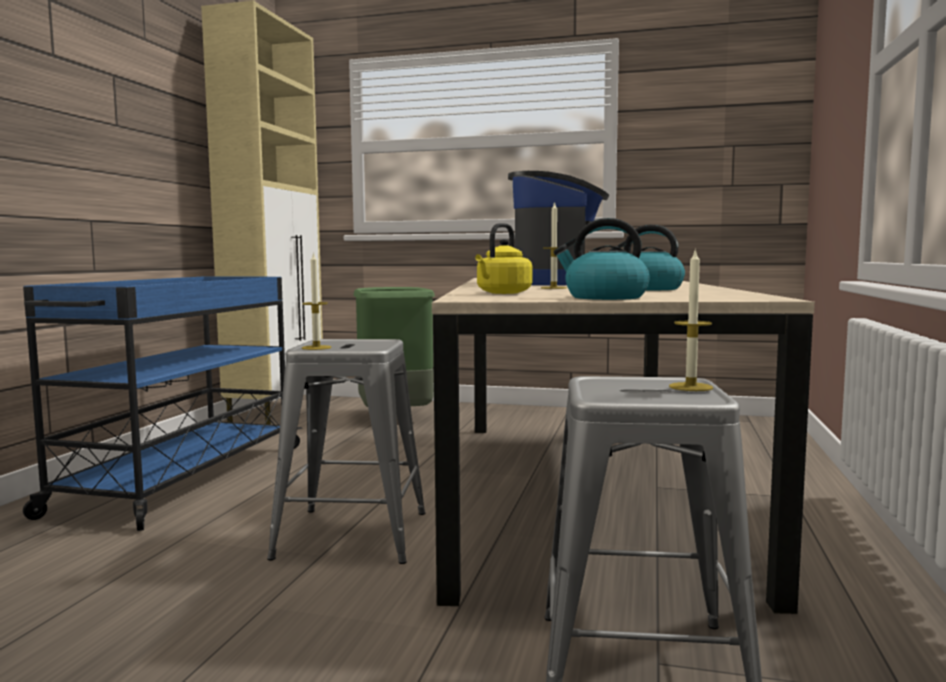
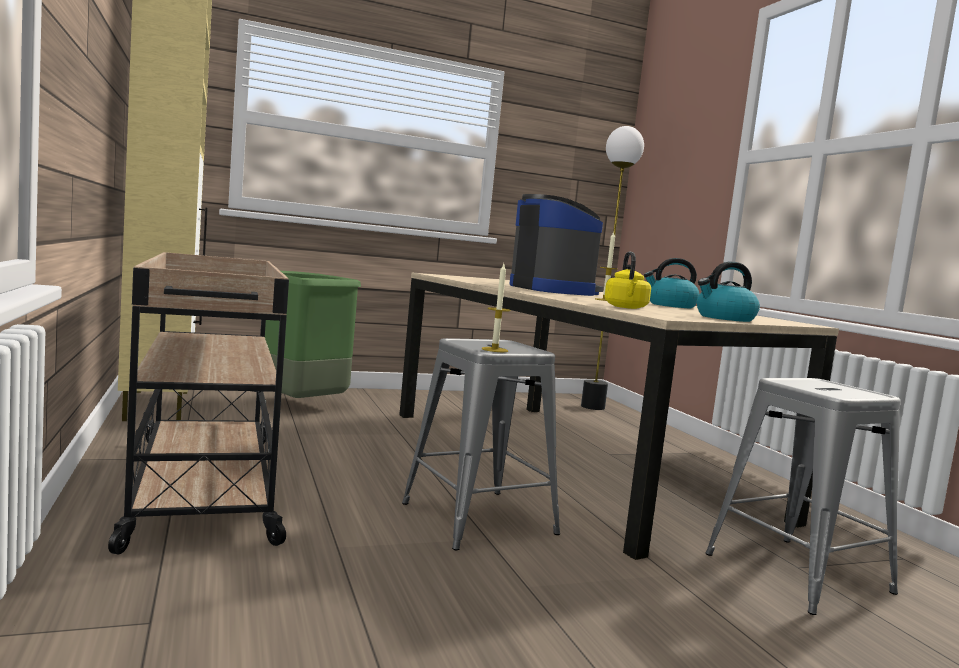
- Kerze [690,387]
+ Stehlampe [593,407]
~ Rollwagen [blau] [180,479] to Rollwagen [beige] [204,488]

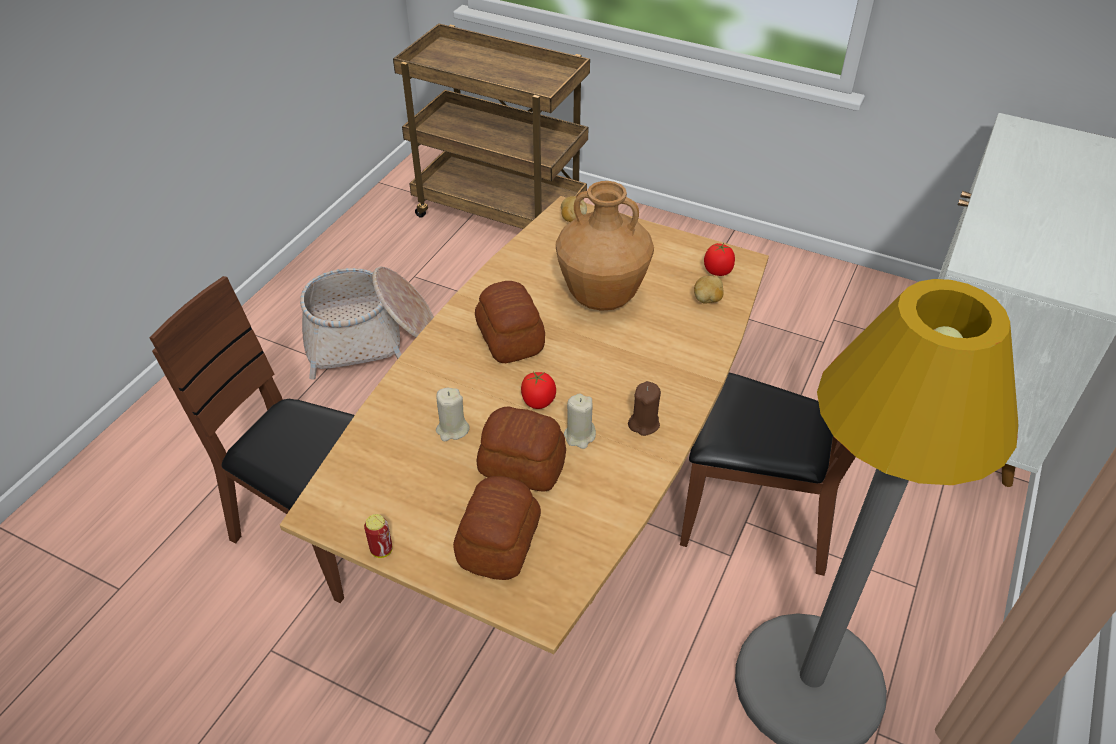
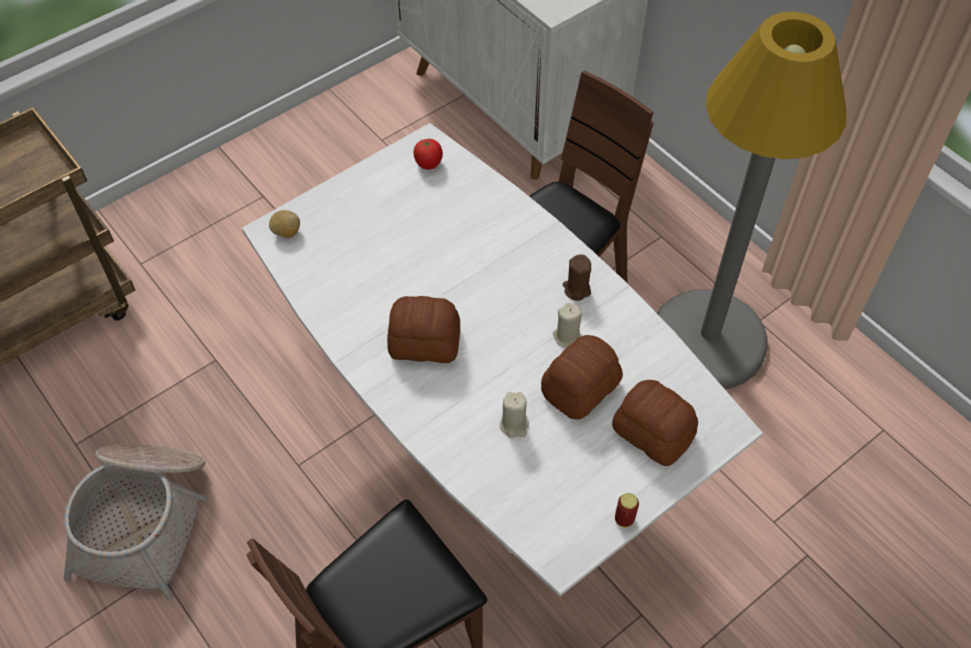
- Tomate [538,402]
- Vase [braun] [603,298]
- Kartoffel [707,300]
~ Esstisch [braun] [557,523] to Esstisch [weiß] [485,440]

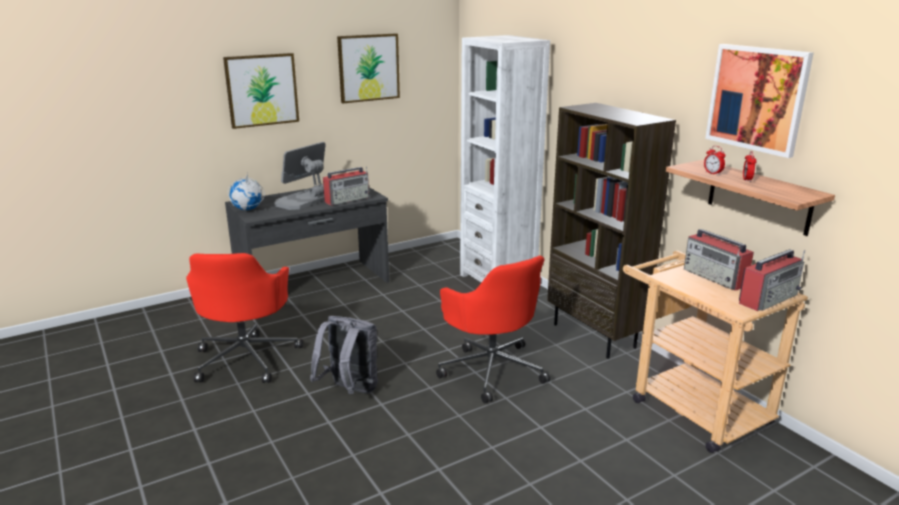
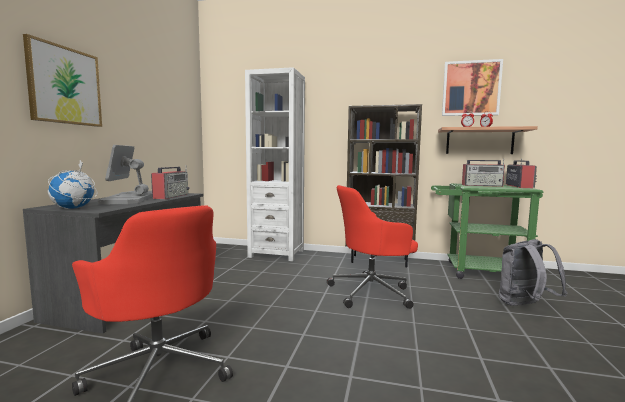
- Bild [368,68]
~ Rucksack [grau] [349,390] to [525,306]
~ Rollwagen [beige] [691,406] to Rollwagen [grün] [477,271]
~ Bürostuhl [rot] [491,369] = [372,292] 150 degrees clockwise

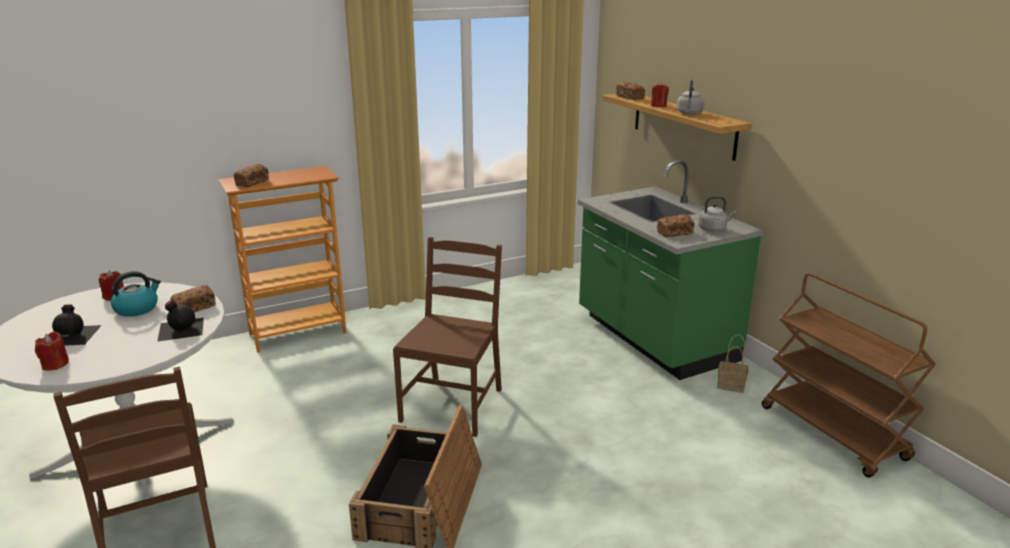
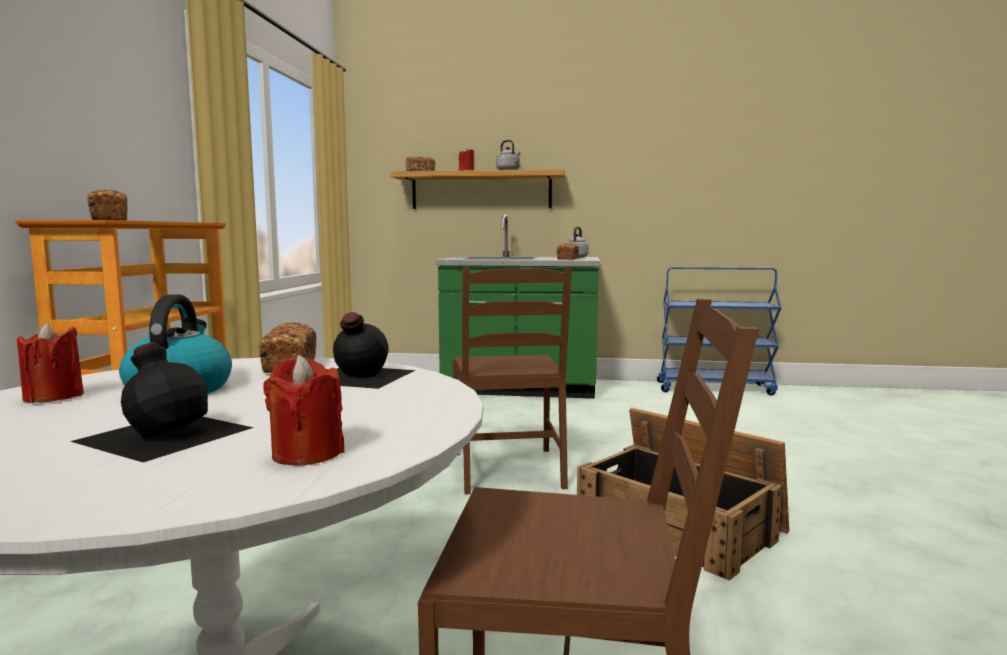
- Korb [732,385]
~ Rollwagen [braun] [834,433] to Rollwagen [blau] [715,388]
~ Stuhl [braun] [452,405] = [509,470] 150 degrees counterclockwise

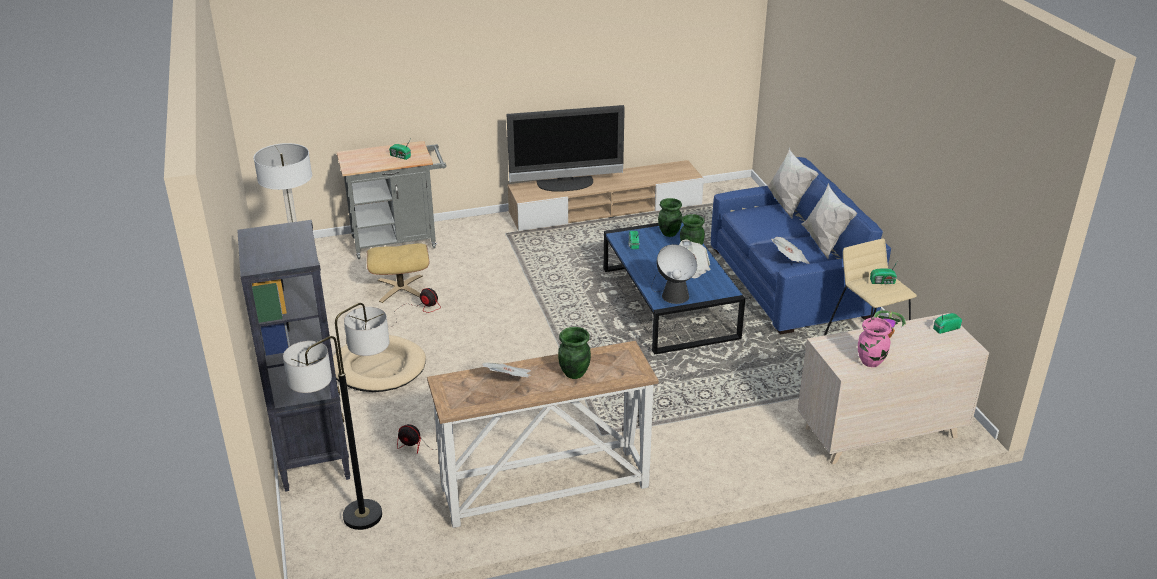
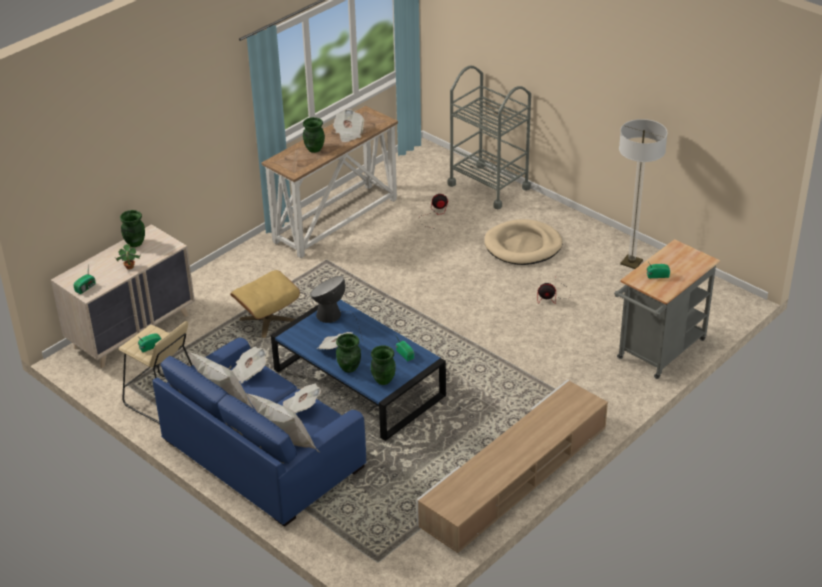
- Stehlampe [362,515]
- Fernseher [566,184]
+ Zeitung [301,407]
~ Polsterhocker [beige] [401,289] to [267,320]
~ Bücherregal [schwarz] [314,458] to Rollwagen [grau] [489,186]
~ Vase [rosa] [871,362] to Vase [grün] [135,243]

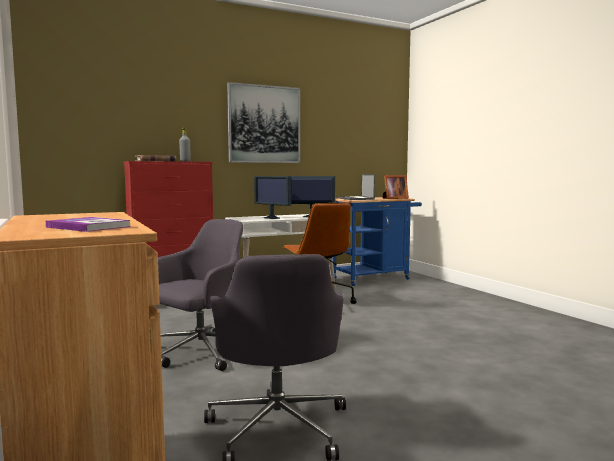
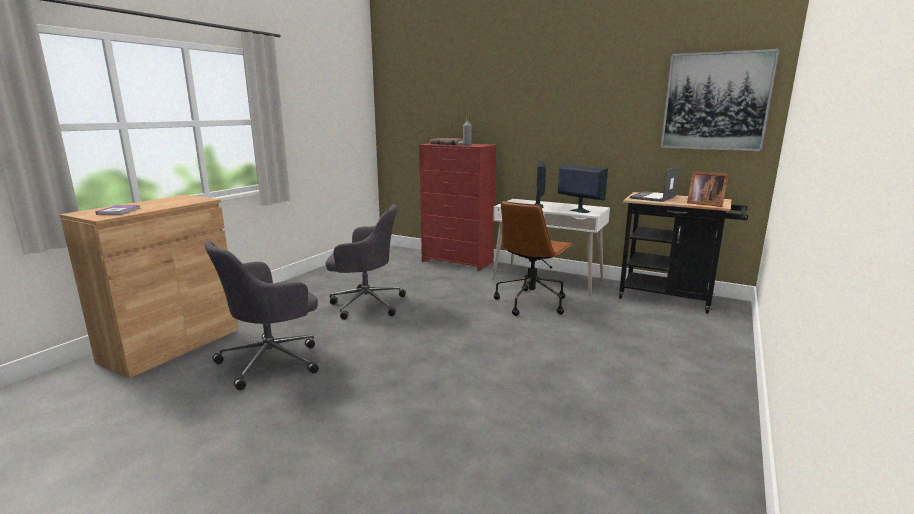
~ Bild [264,124] to [716,101]
~ Rollwagen [blau] [374,278] to Rollwagen [schwarz] [672,298]

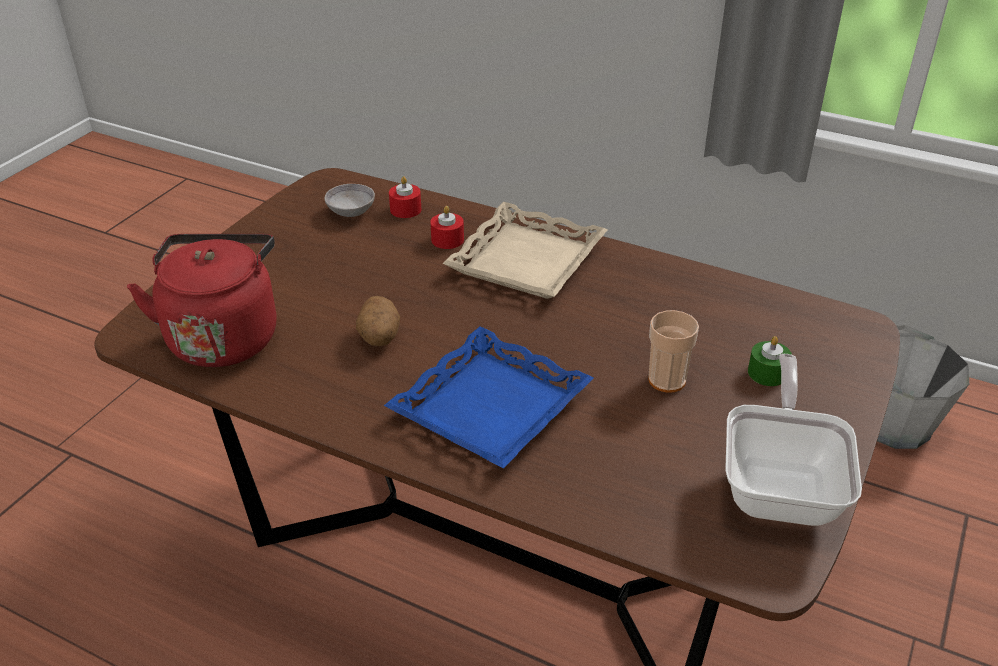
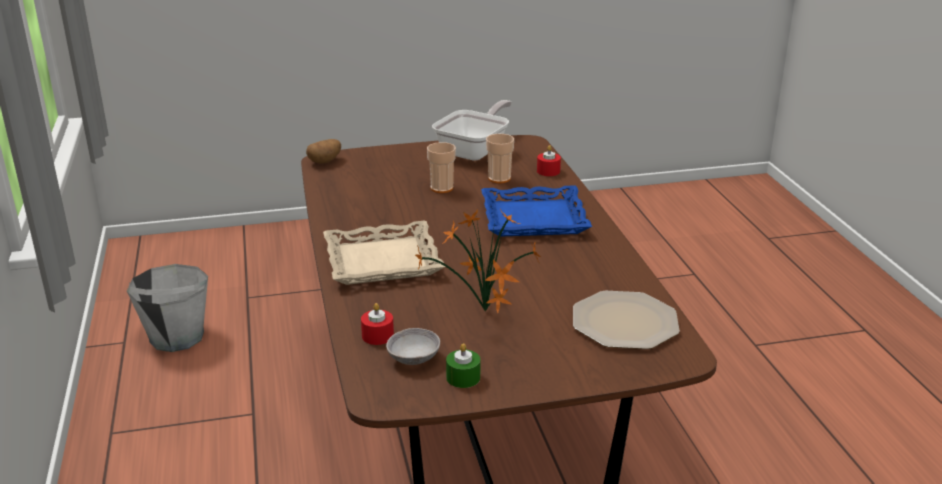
+ Topfpflanze [485,313]
+ Tasse [499,178]
~ Kartoffel [379,338] to [325,161]
~ Kerze [rot] [447,239] to [548,171]
~ Kerze [grün] [767,373] to [463,377]
~ Wasserkessel [rot] [223,336] to Teller [623,322]
~ Pfanne [781,485] = [475,150] 150 degrees clockwise

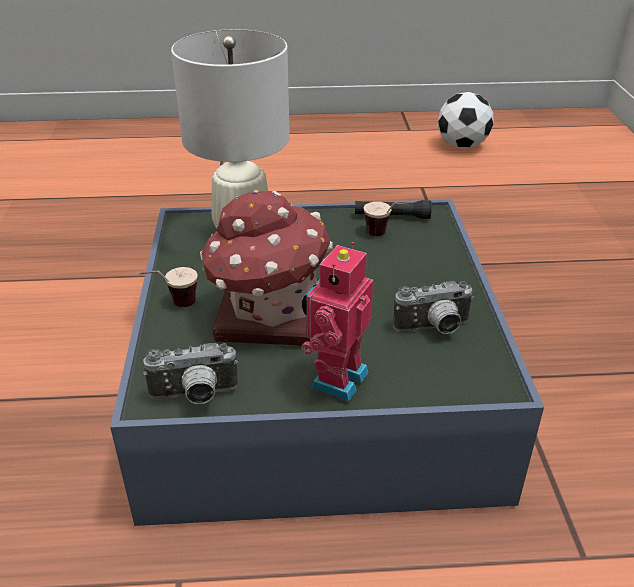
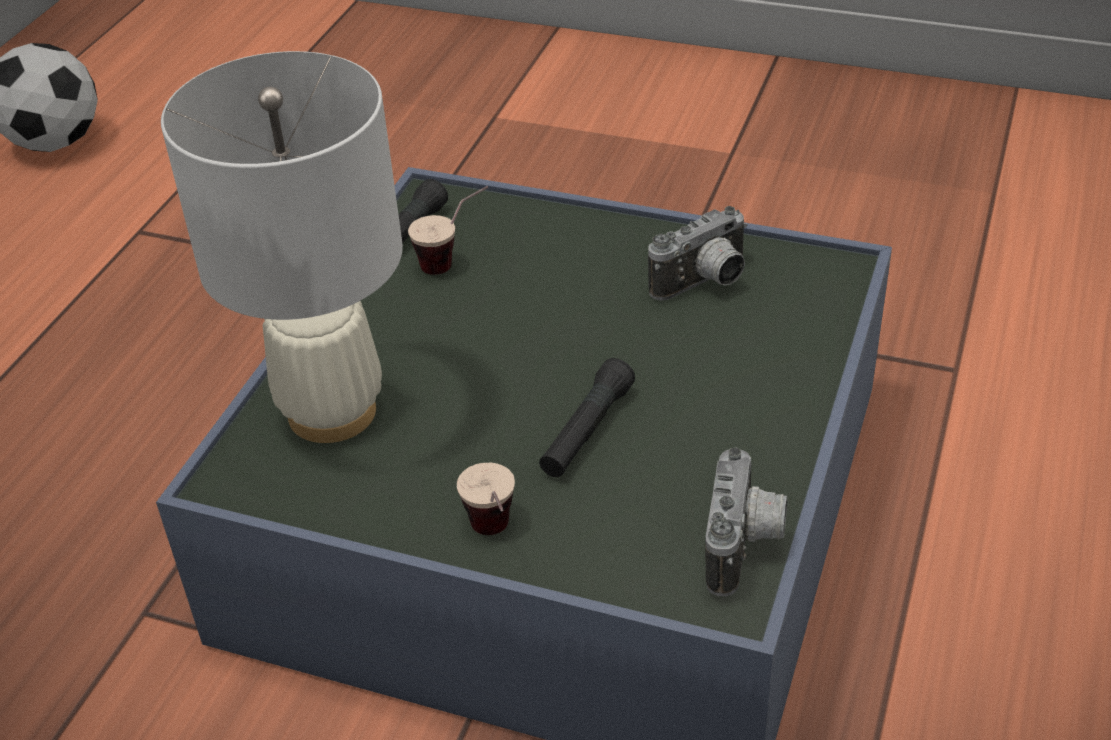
- Spielzeugroboter [336,378]
~ Spielzeughaus [269,316] to Taschenlampe [schwarz] [586,431]
~ Kamera [434,329] = [705,284] 45 degrees clockwise

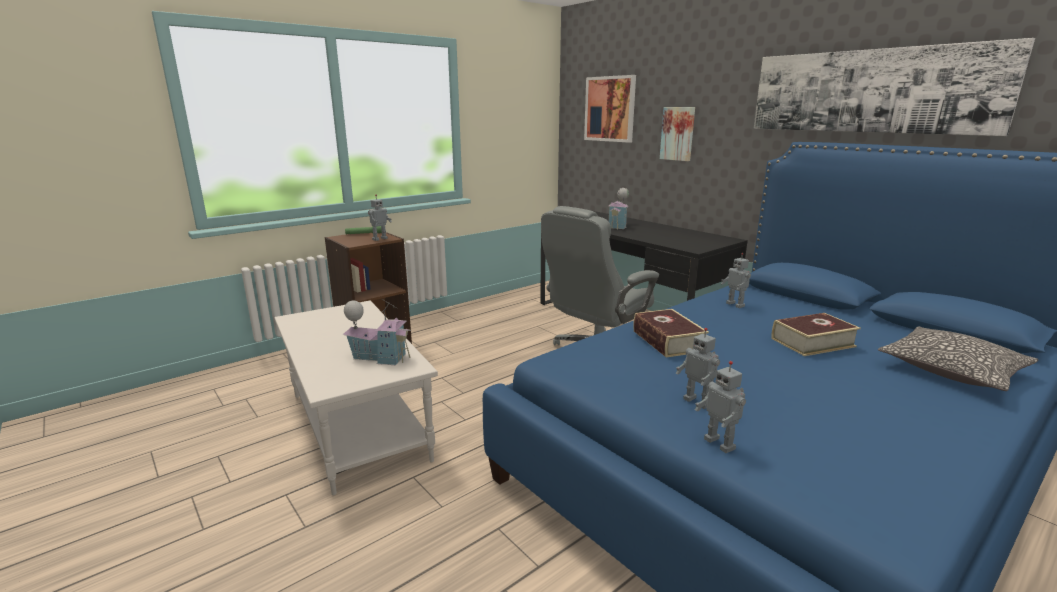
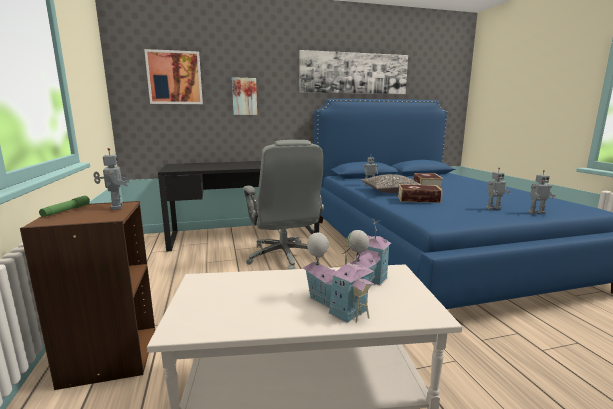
~ Spielzeughaus [618,226] to [337,306]
~ Kissen [952,370] to [390,191]

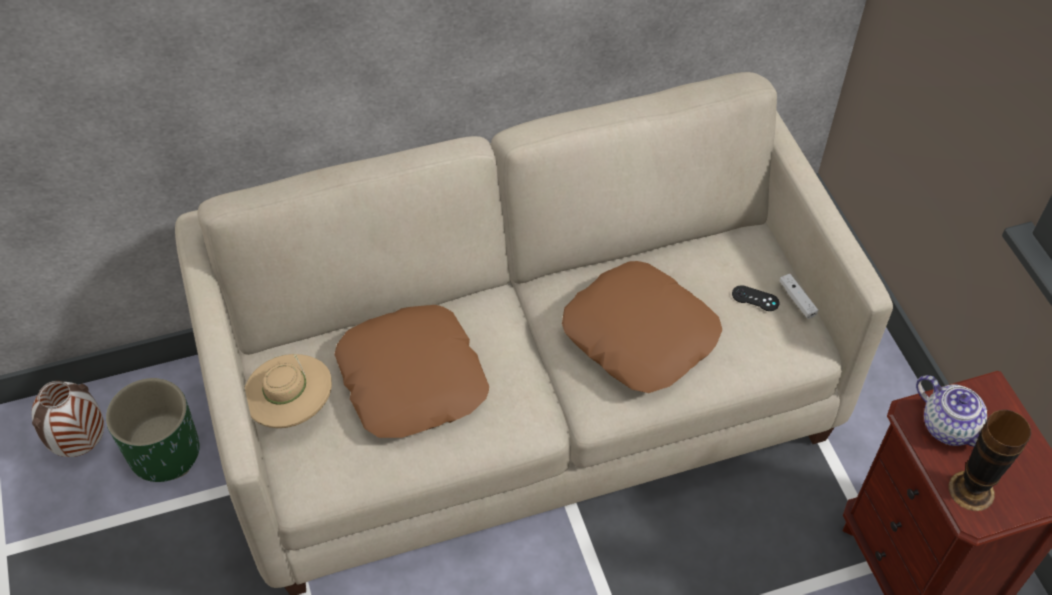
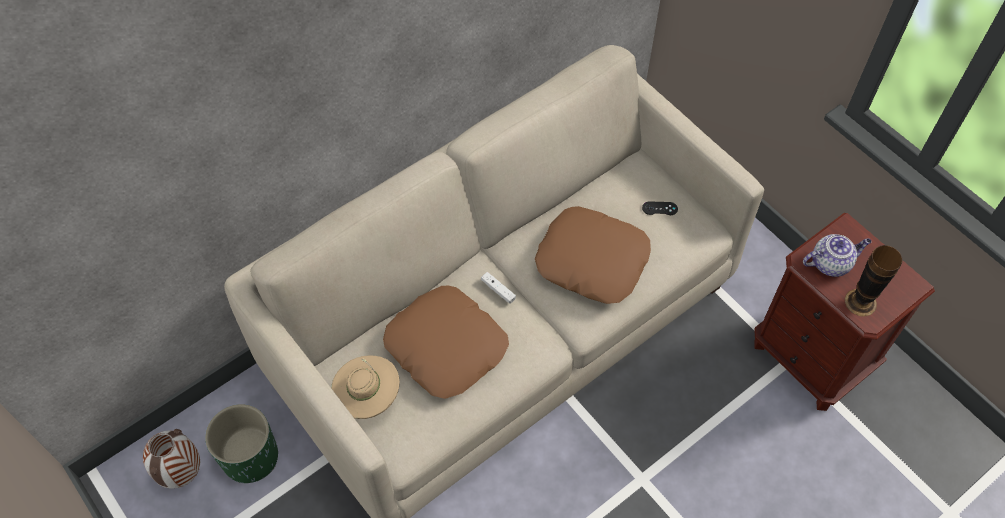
~ Gamepad [weiß] [797,300] to [498,290]
~ Teekanne [950,428] = [831,263] 45 degrees counterclockwise

